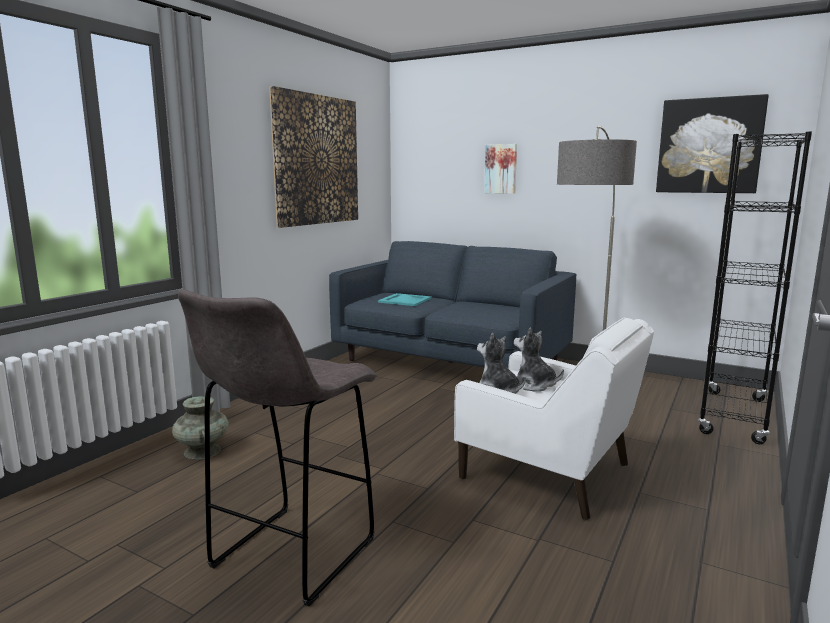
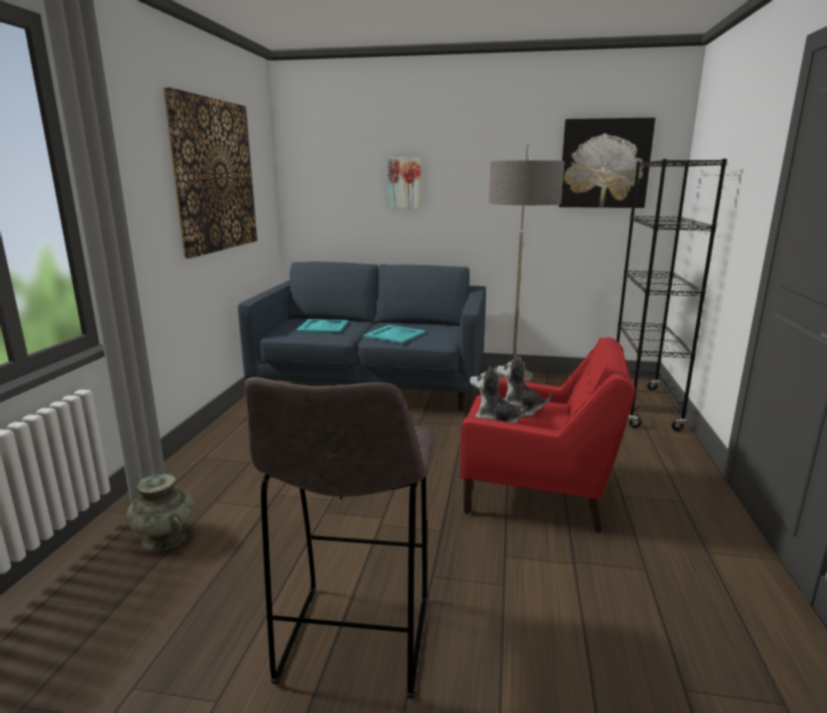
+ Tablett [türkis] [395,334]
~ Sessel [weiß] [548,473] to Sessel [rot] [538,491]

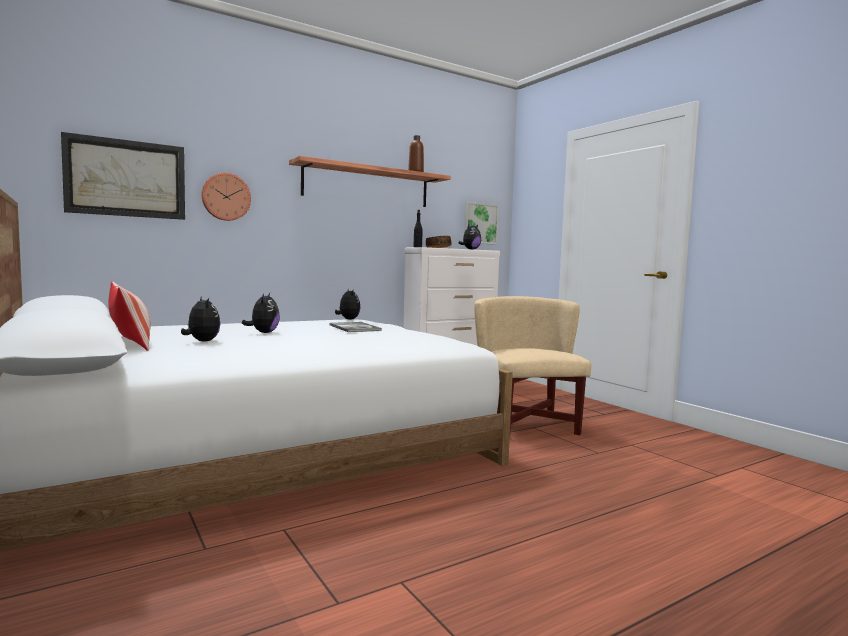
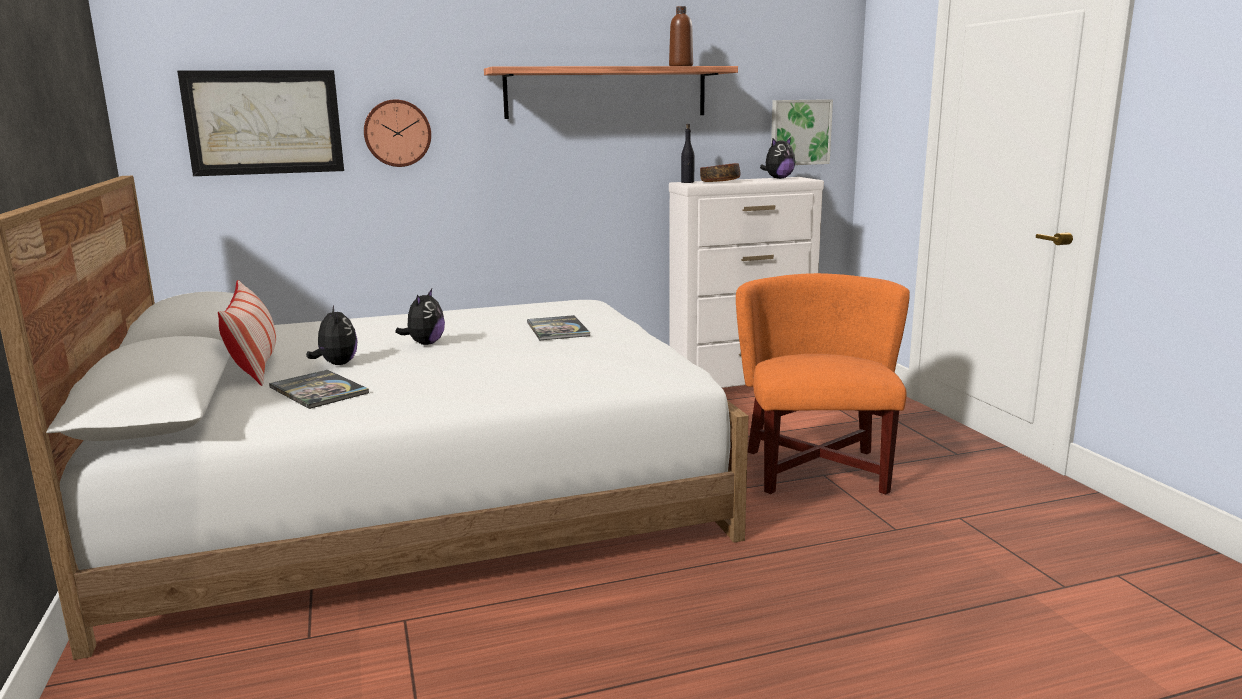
- Plüschtier [348,319]
+ Buch [319,390]
~ Sessel [beige] [527,425] to Sessel [orange] [817,471]

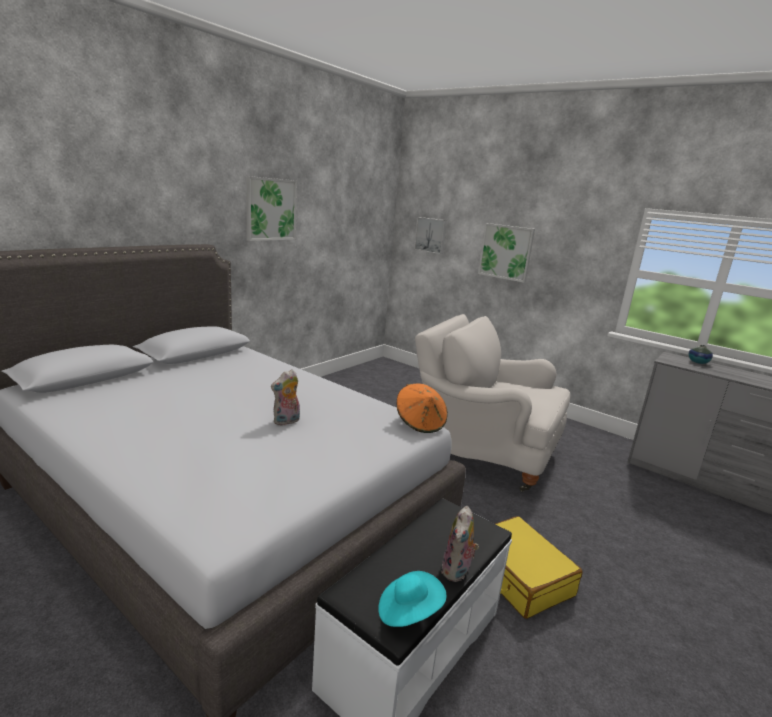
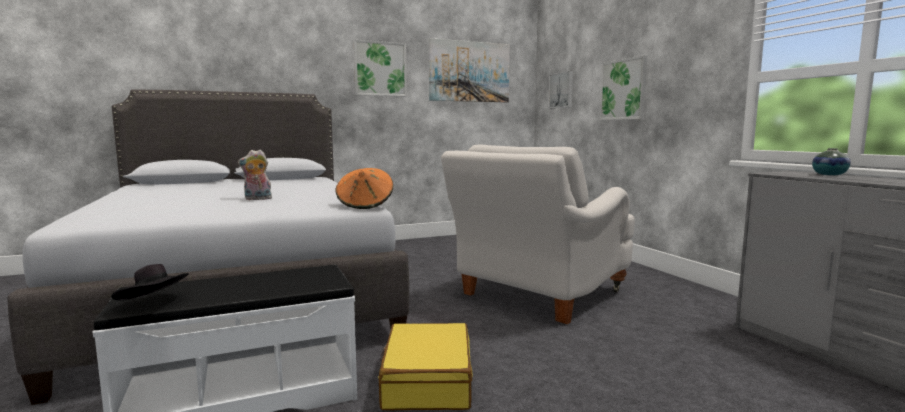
- Plüschtier [457,571]
+ Bild [469,71]
~ Hut [türkis] [408,611] to Hut [schwarz] [154,303]
~ Sessel [weiß] [483,452] = [537,295] 105 degrees counterclockwise

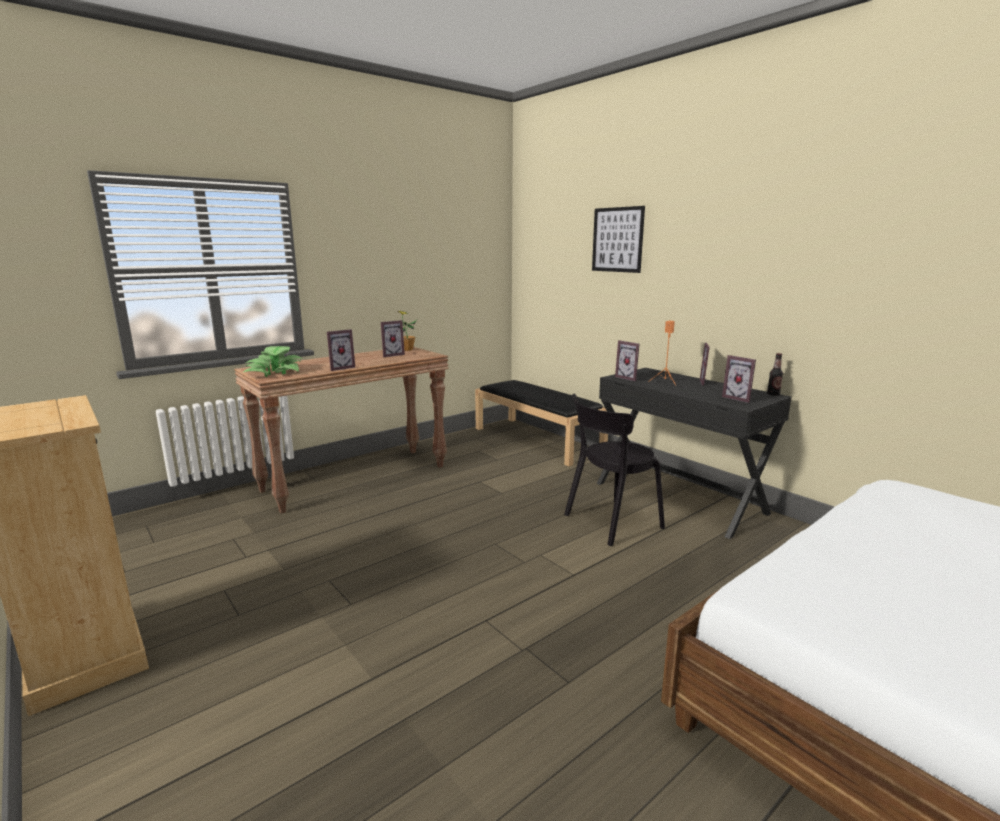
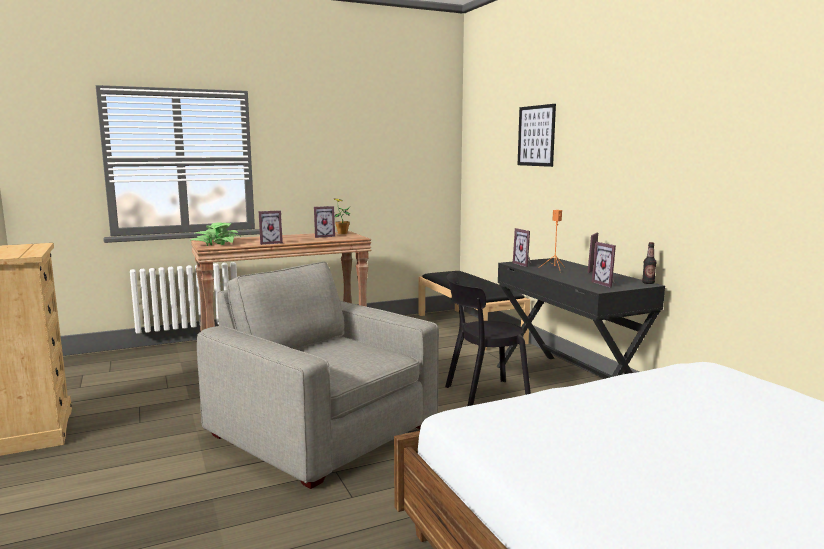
+ Sessel [grau] [323,430]

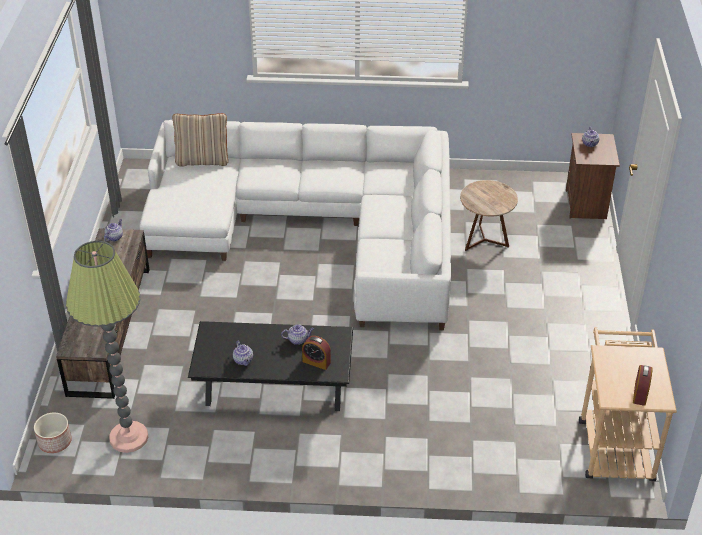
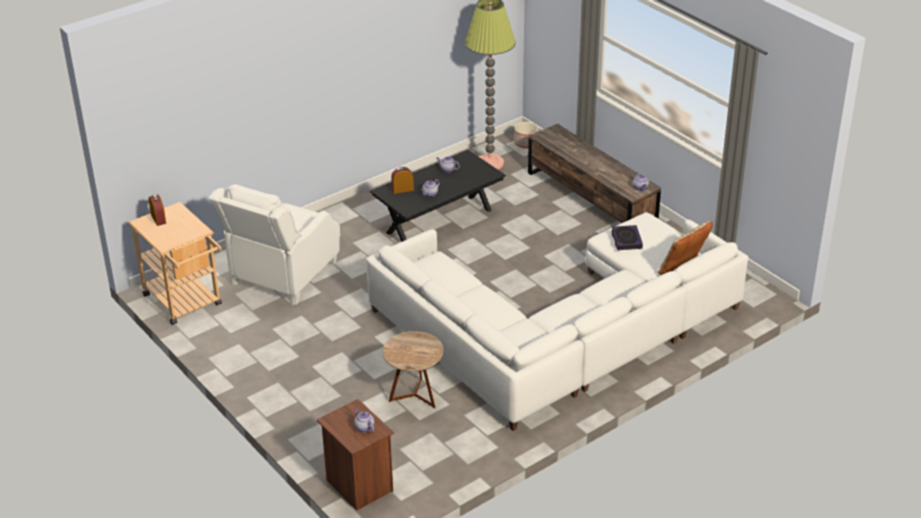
+ Sessel [weiß] [283,275]
+ Buch [626,240]

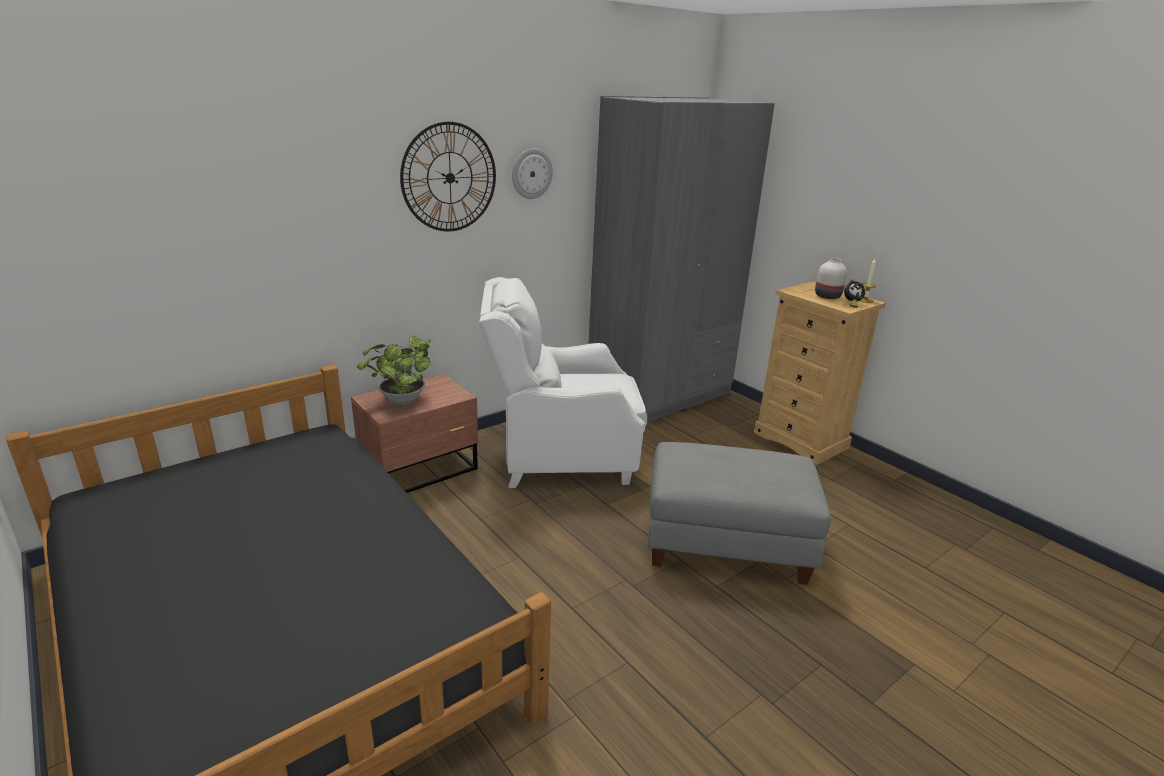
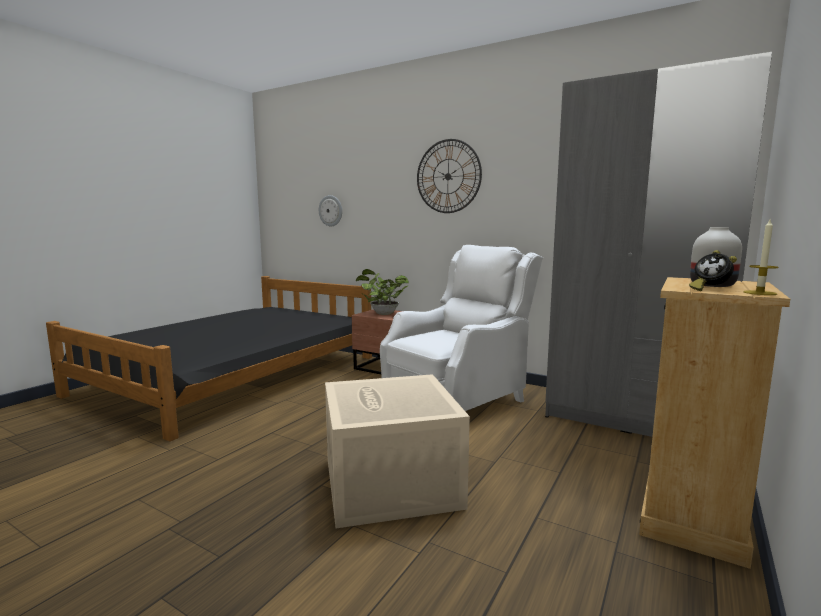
~ Wanduhr [531,173] to [331,211]
~ Polsterhocker [grau] [727,542] to Aufbewahrungsbox [beige] [393,483]
~ Sessel [weiß] [560,456] = [458,398] 75 degrees clockwise

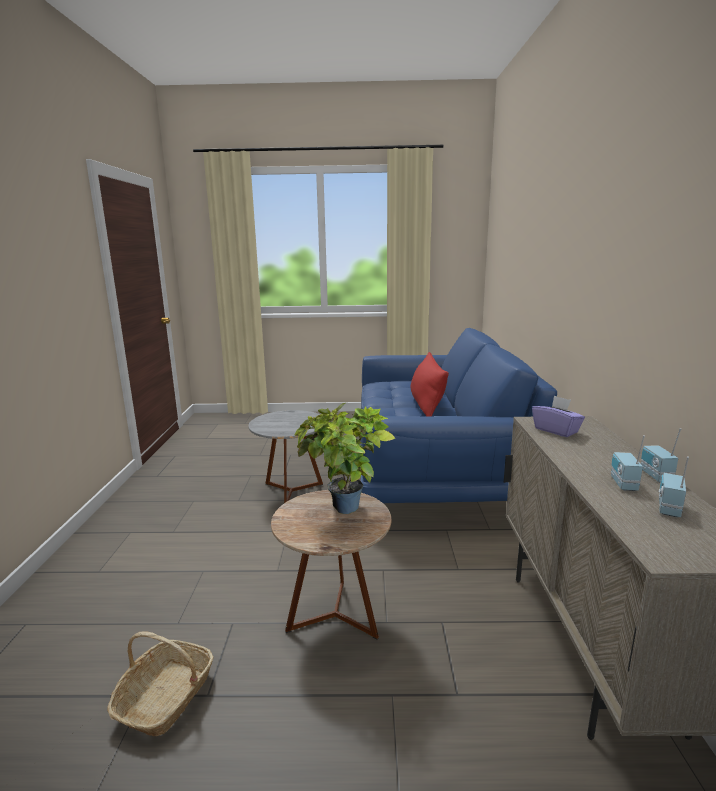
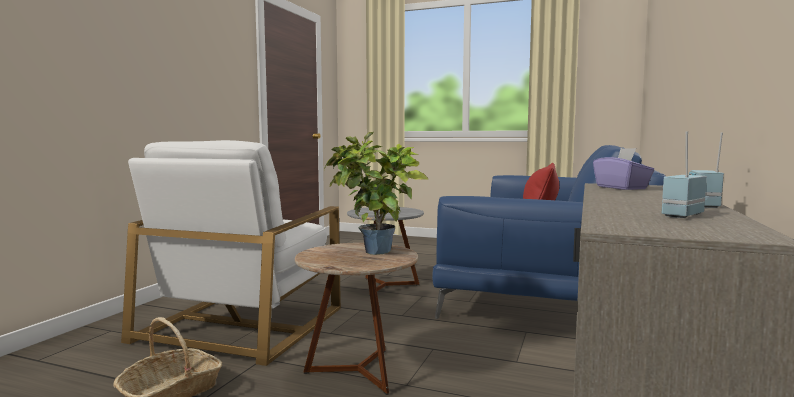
- Radio [622,484]
+ Sessel [weiß] [241,323]

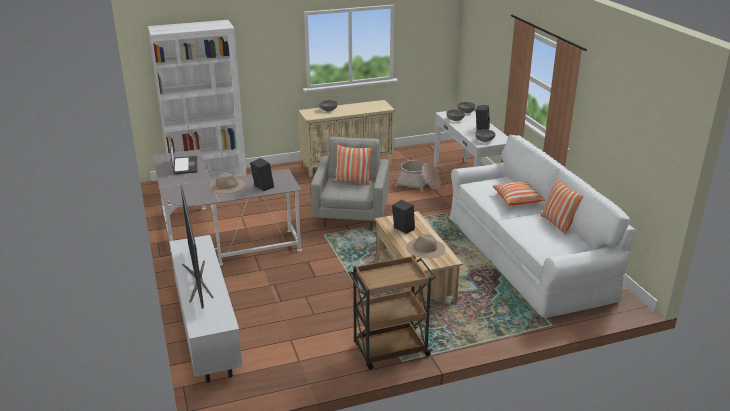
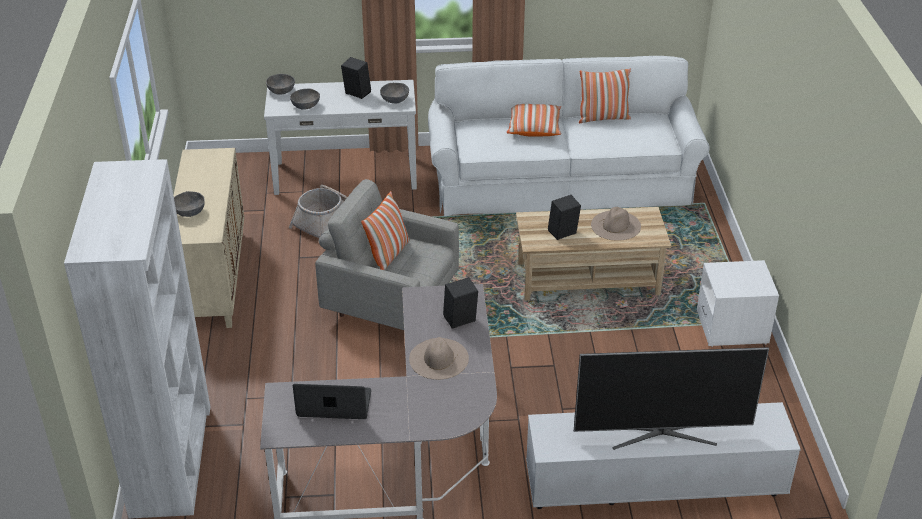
~ Rollwagen [braun] [390,350] to Nachttisch [weiß] [732,327]

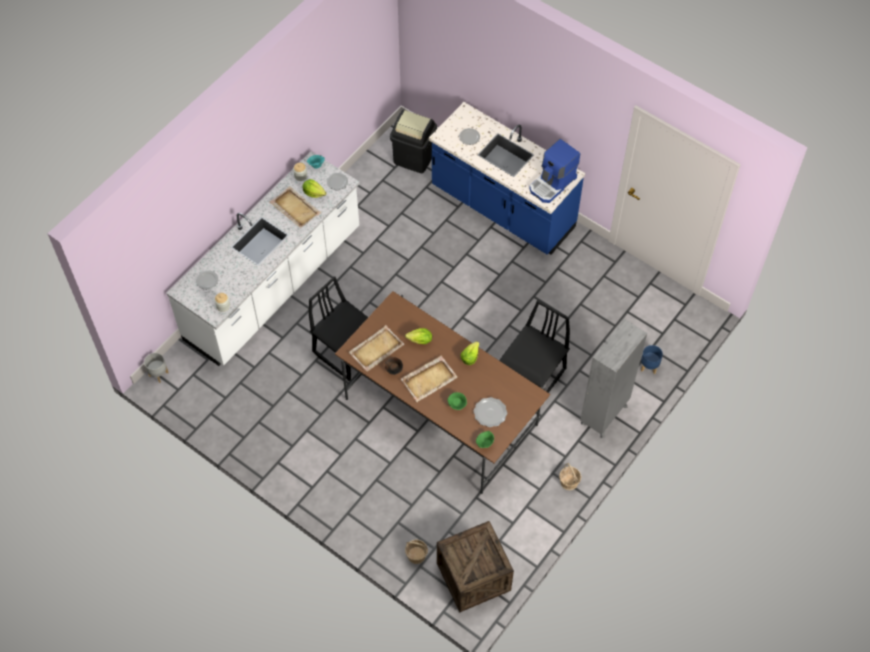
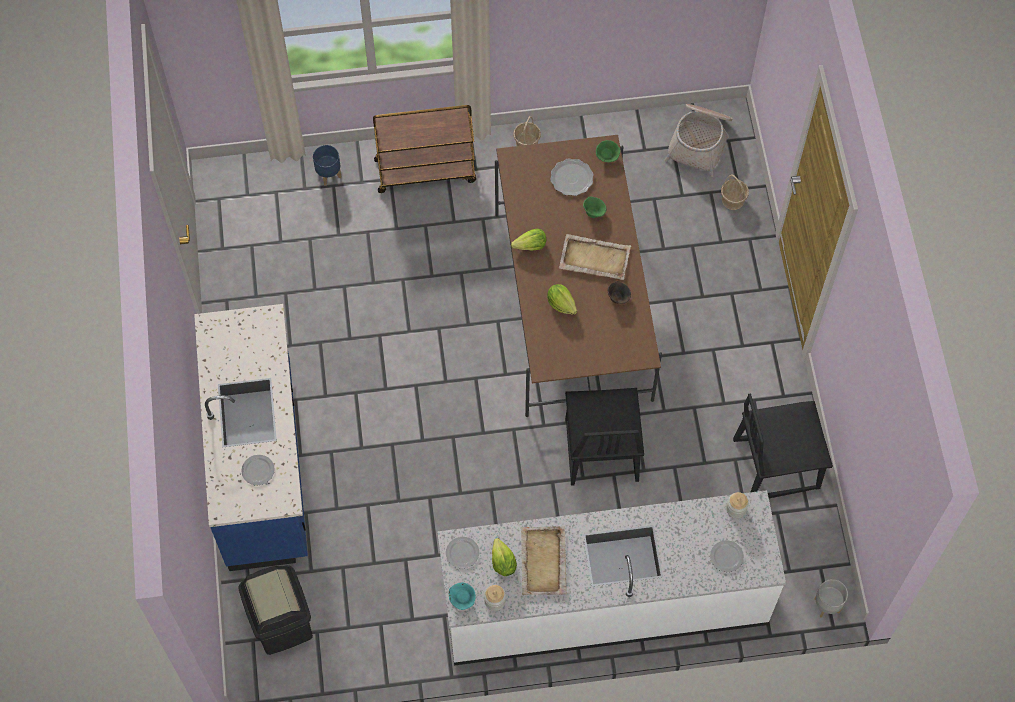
- Tablett [beige] [376,349]
- Kaffeemaschine [553,184]
~ Stuhl [schwarz] [533,376] to [775,463]
~ Kiste [473,576] to Korb [700,141]
~ Bücherregal [grau] [603,415] to Rollwagen [braun] [426,170]

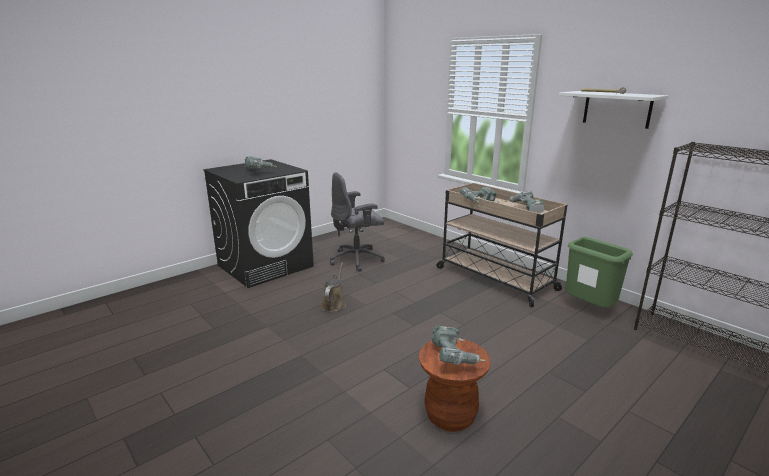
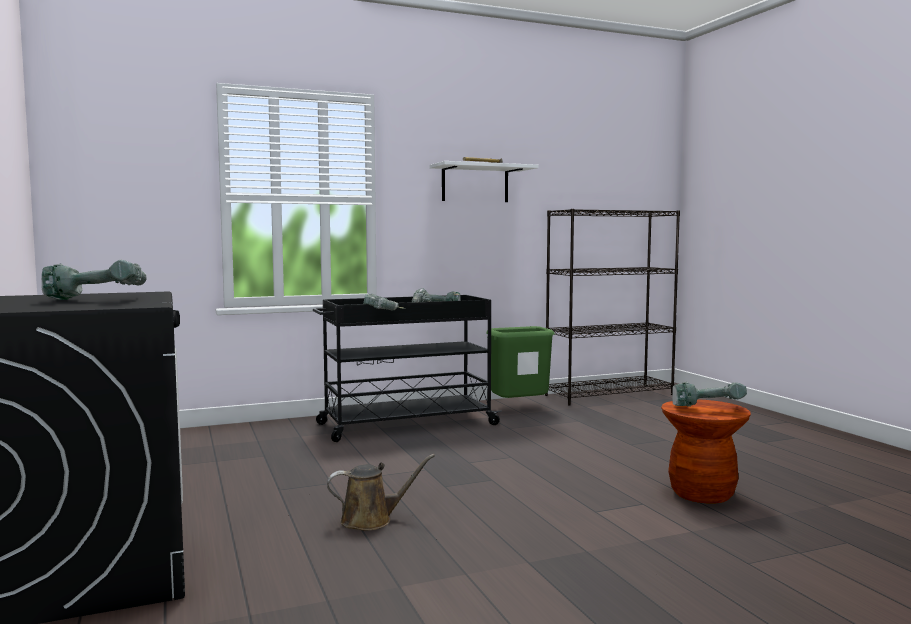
- Bürostuhl [grau] [357,260]
~ Rollwagen [beige] [494,278] to Rollwagen [schwarz] [405,424]
~ Gießkanne [braun] [334,304] = [371,520] 135 degrees clockwise

